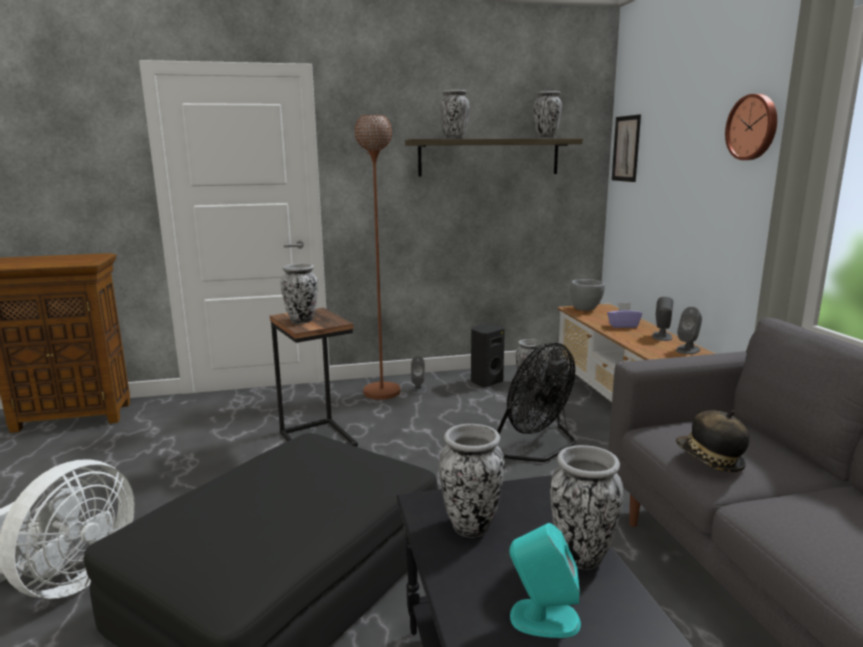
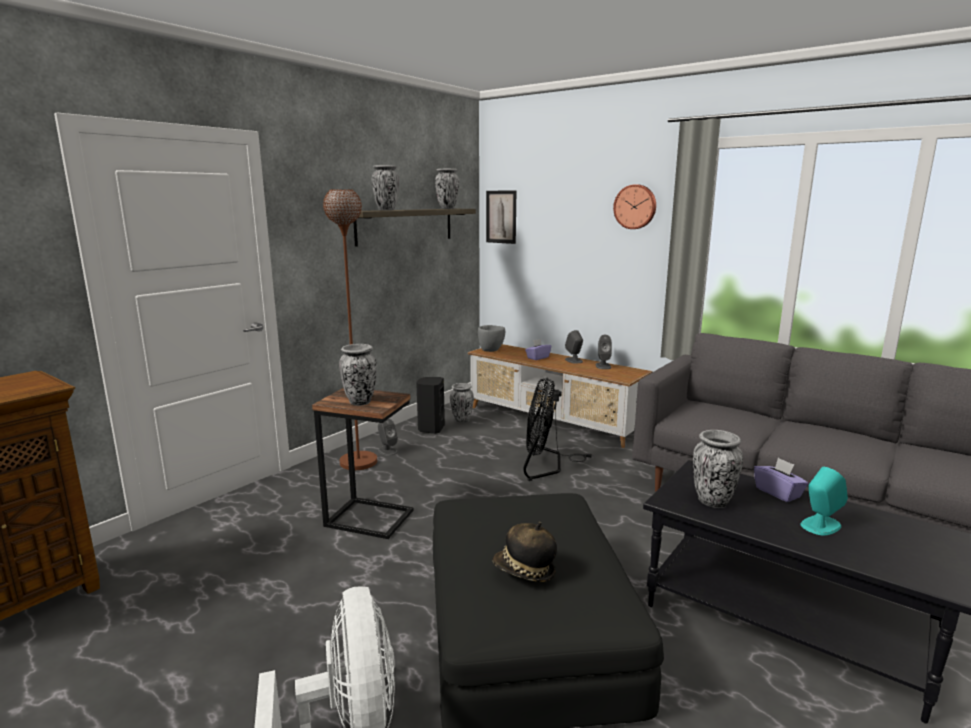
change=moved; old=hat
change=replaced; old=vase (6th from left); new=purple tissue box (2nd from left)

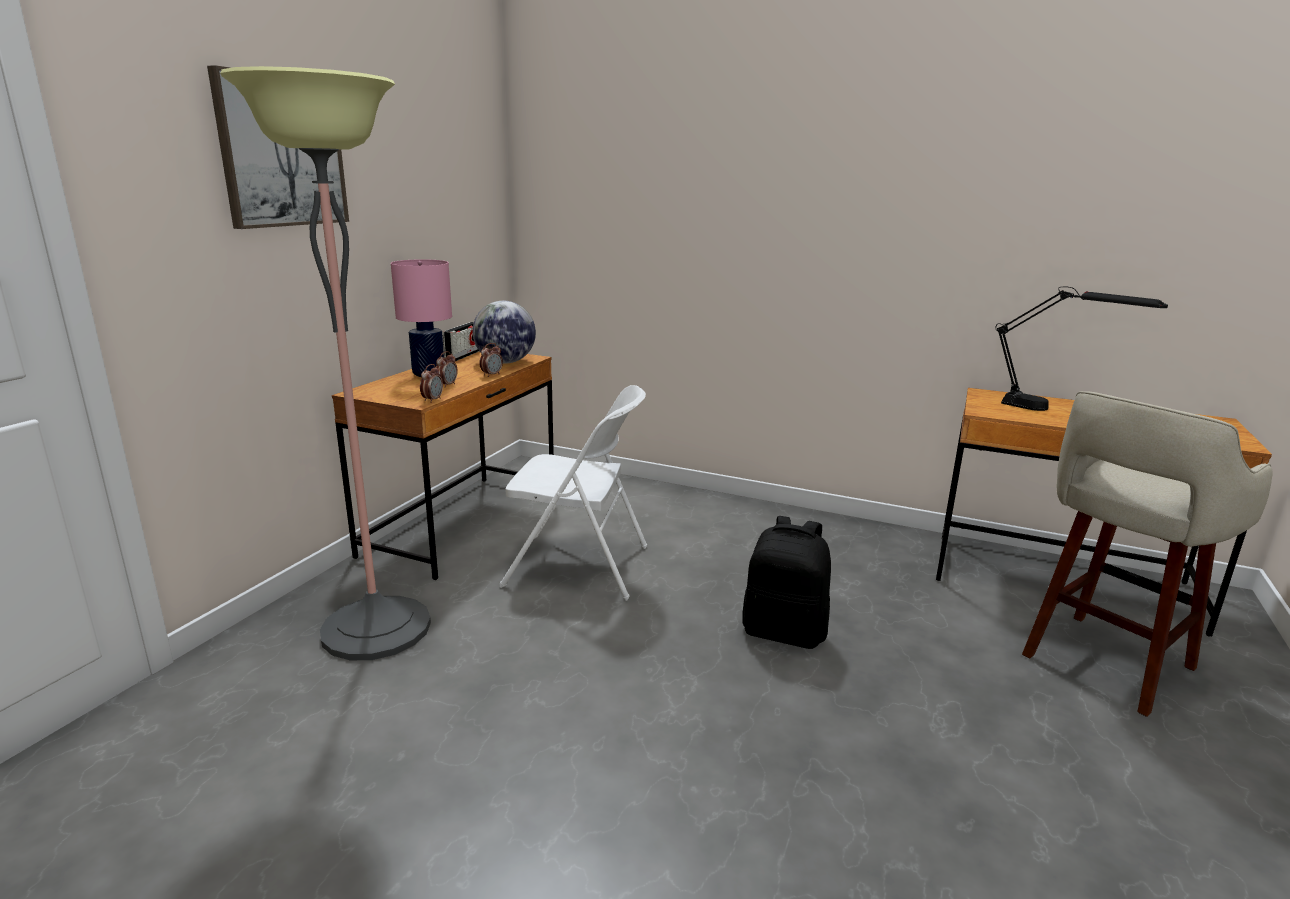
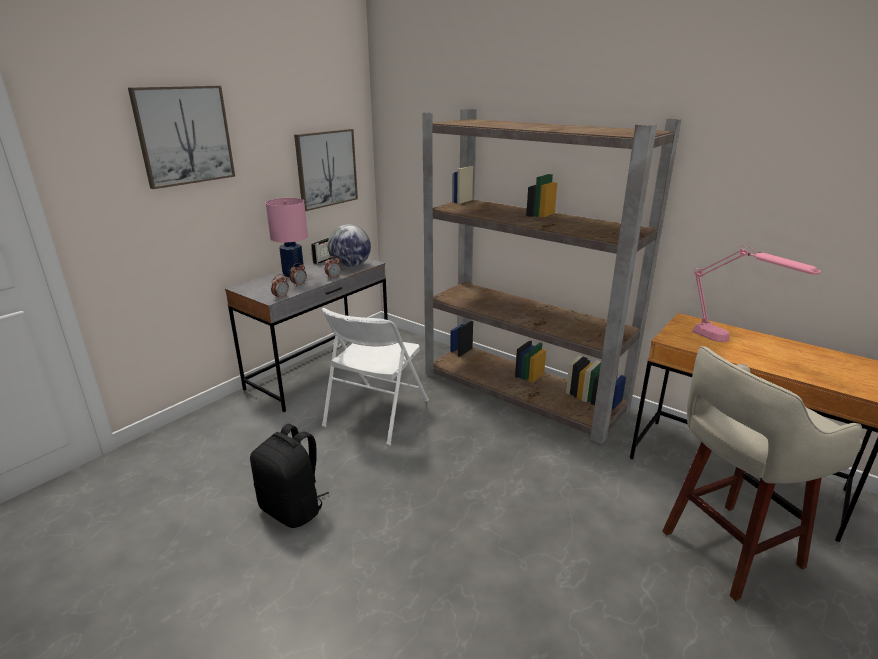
change=recoloured; old=brown desk (1st from left); new=grey desk
change=moved; old=black backpack
change=added; new=picture (2nd from left)
change=turned; old=white chair; degrees=90
change=added; new=brown bookcase
change=recoloured; old=black table lamp; new=pink table lamp (2nd from left)
change=removed; old=floor lamp

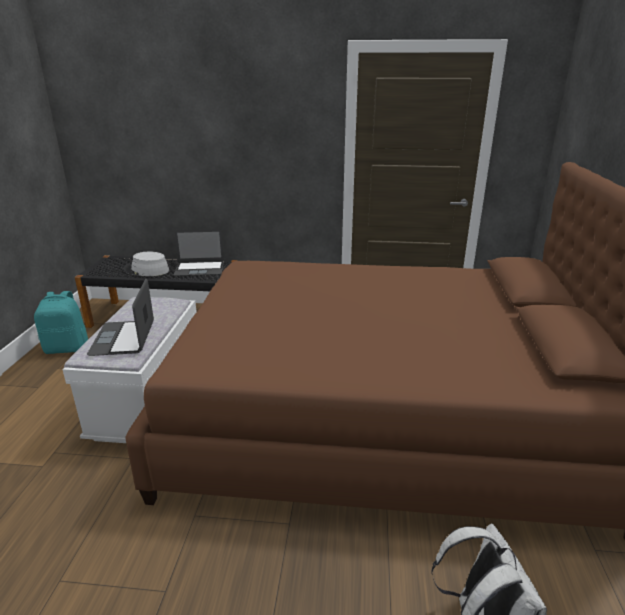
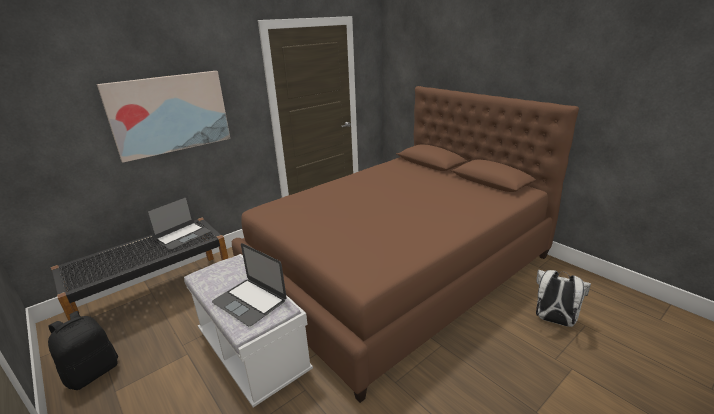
change=recoloured; old=turquoise backpack; new=black backpack
change=added; new=picture
change=removed; old=grey hat

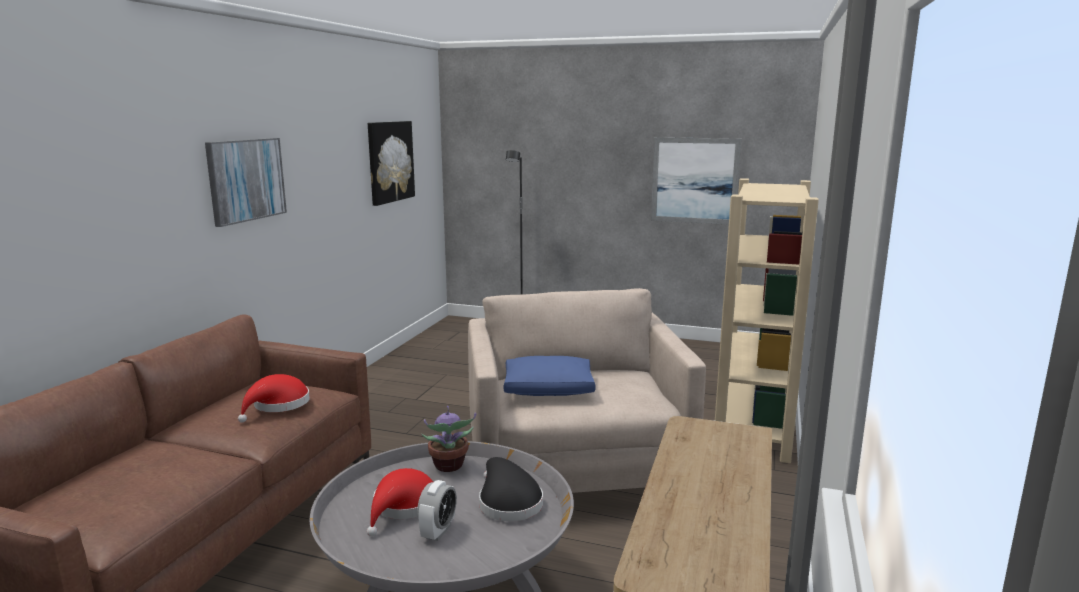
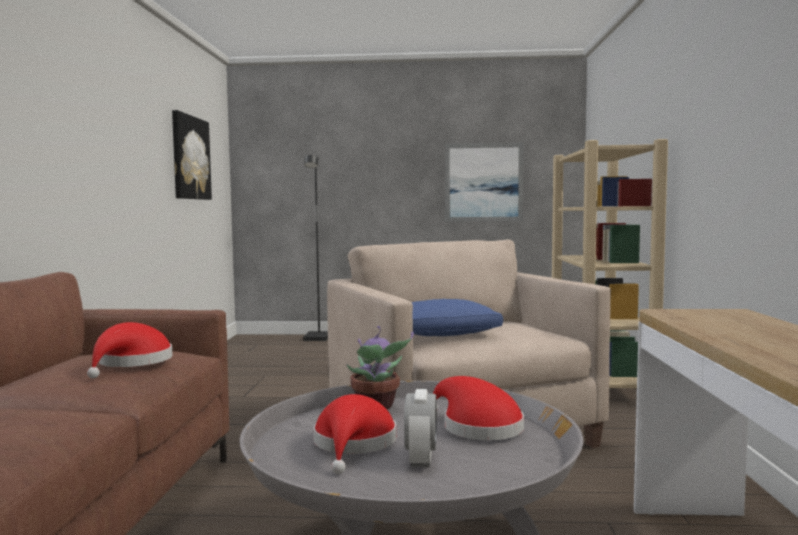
change=recoloured; old=black hat; new=red hat (3rd from left)
change=removed; old=picture (1st from left)

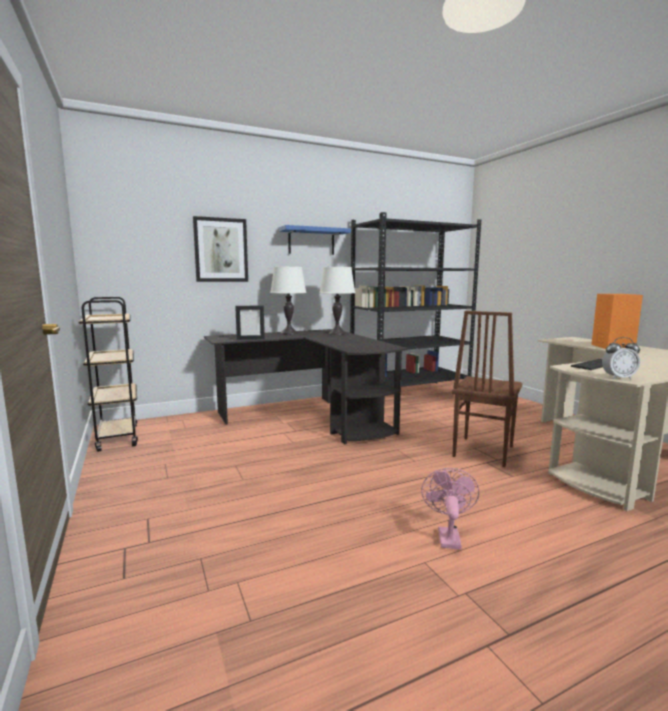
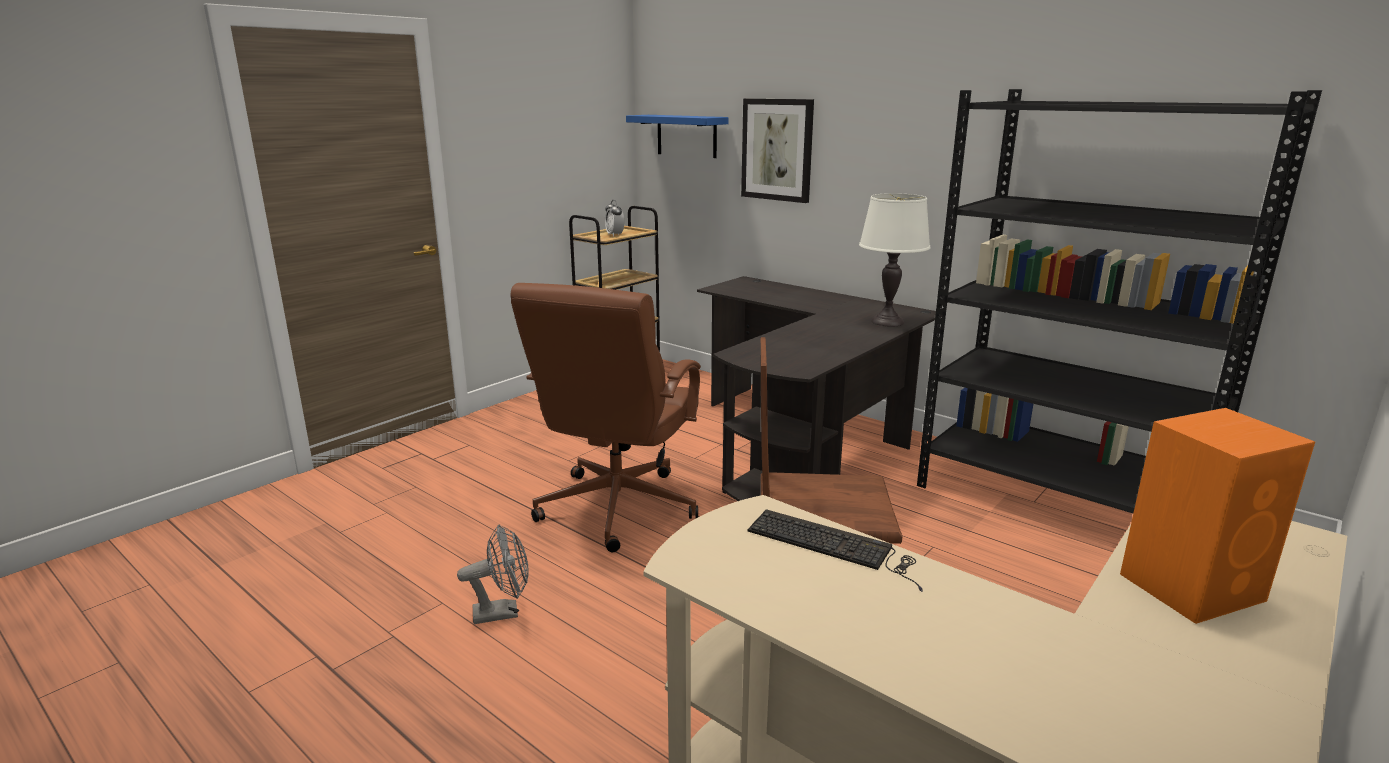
change=recoloured; old=pink fan; new=grey fan
change=added; new=brown office chair
change=moved; old=alarm clock
change=moved; old=blue shelf
change=removed; old=picture frame
change=removed; old=white table lamp (1st from left)

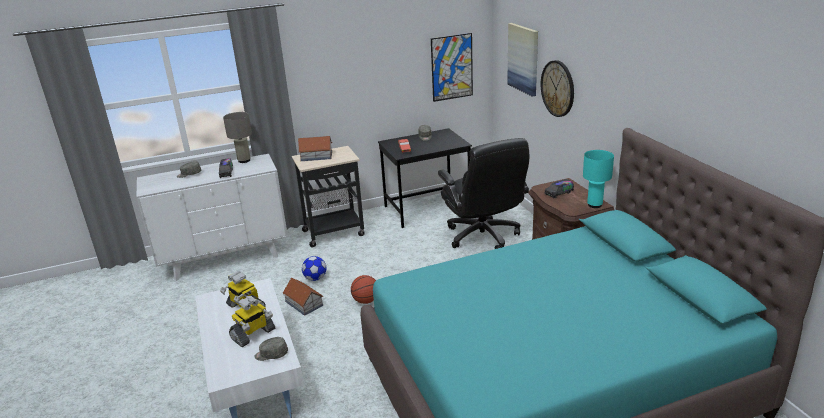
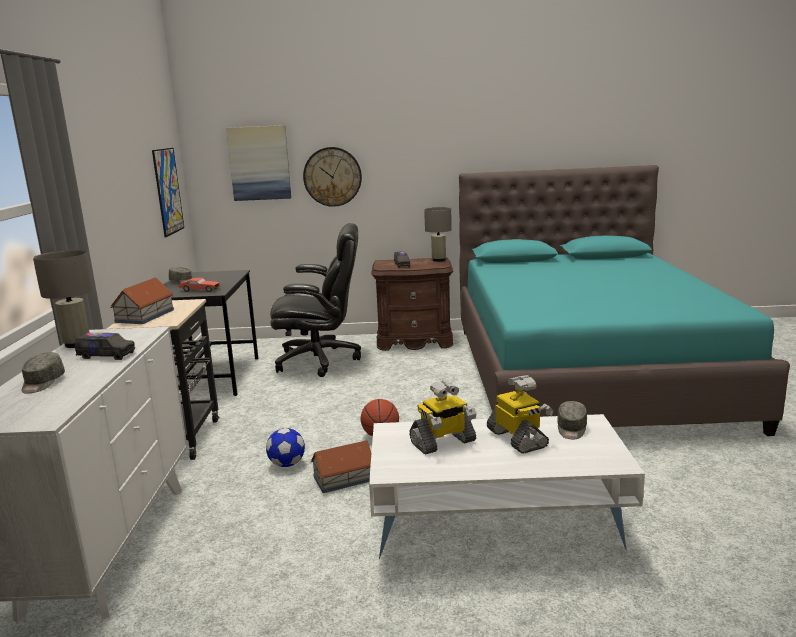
change=recoloured; old=turquoise table lamp; new=grey table lamp (2nd from left)

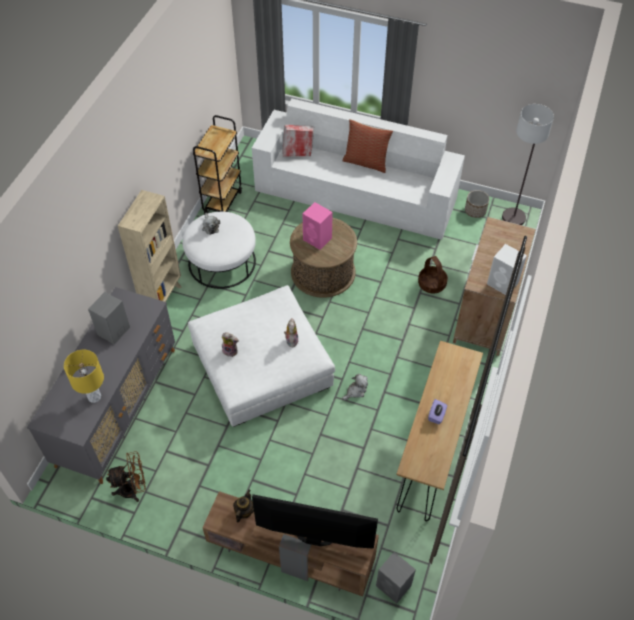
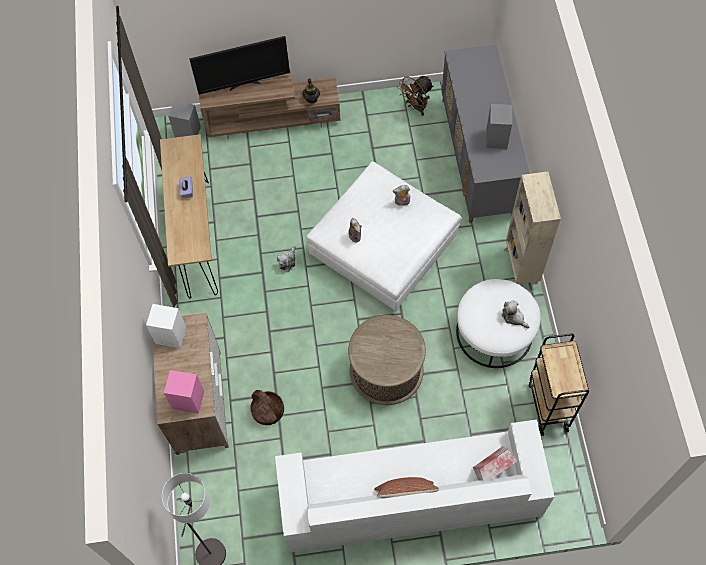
change=moved; old=pink speaker
change=removed; old=yellow table lamp
change=removed; old=planter

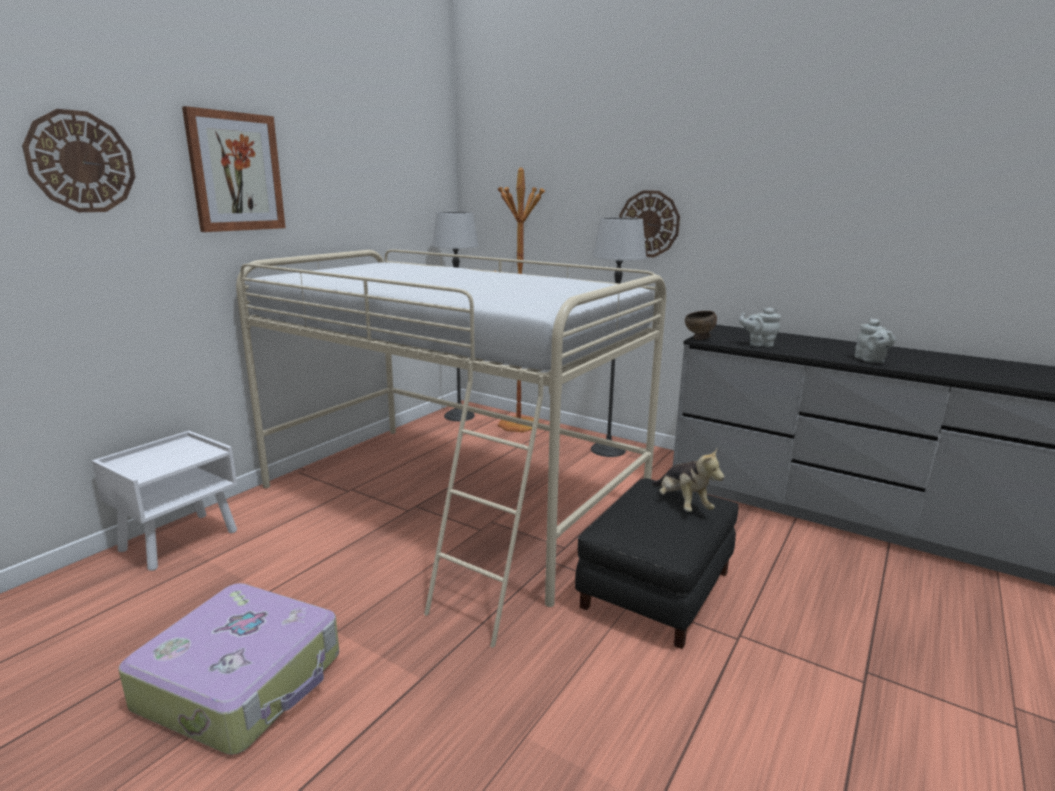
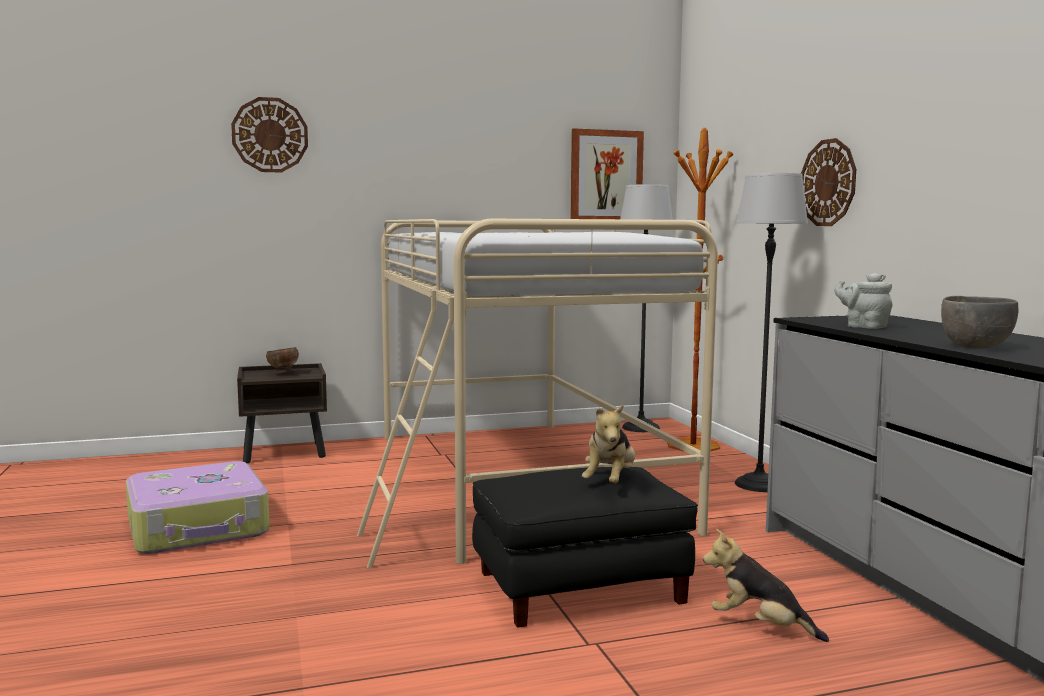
change=recoloured; old=white nightstand; new=brown nightstand
change=moved; old=brown bowl
change=moved; old=picture
change=added; new=plush toy (2nd from left)
change=replaced; old=grey teapot (2nd from left); new=grey bowl

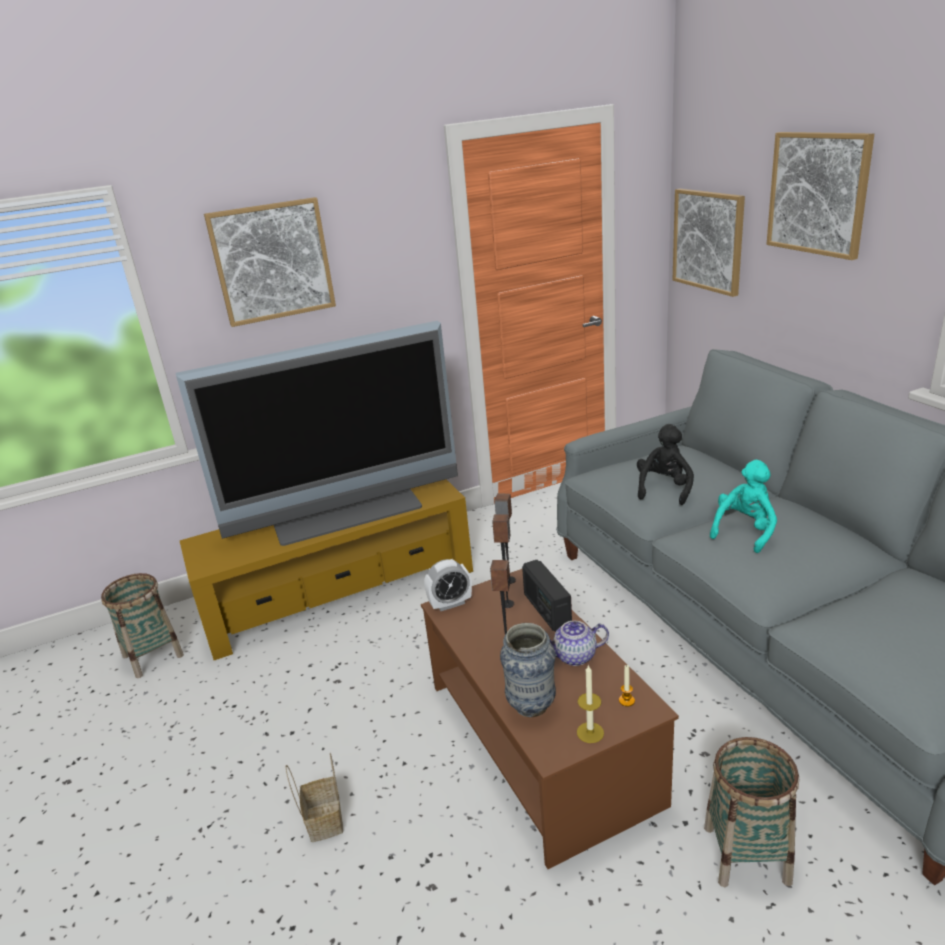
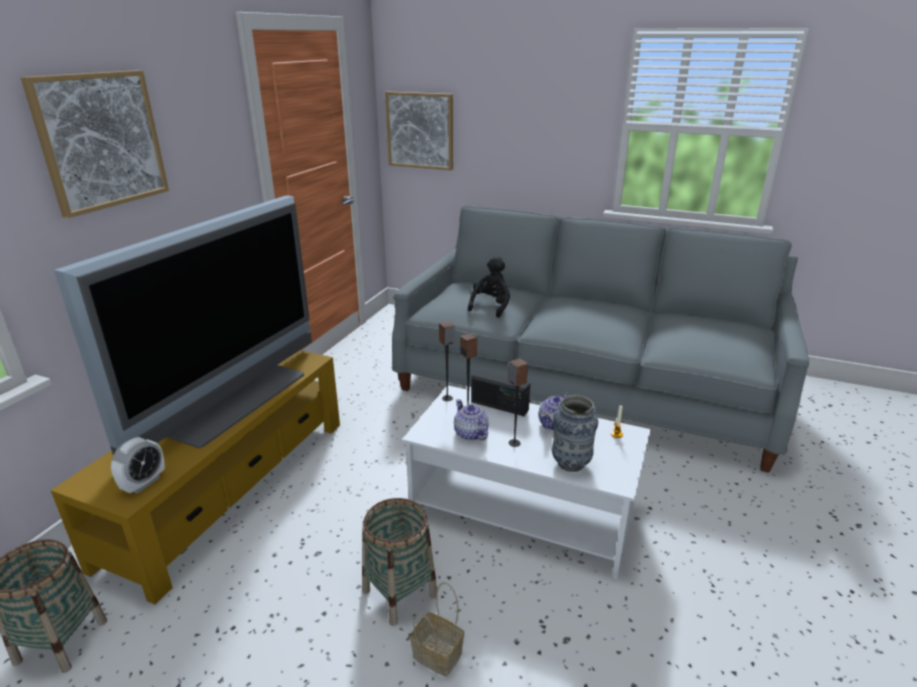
change=moved; old=alarm clock
change=moved; old=basket (3rd from left in the first image); new=basket (2nd from left)
change=recoloured; old=brown coffee table; new=white coffee table
change=added; new=teapot (1st from left)
change=turned; old=black plush toy; degrees=45
change=removed; old=candle (1st from left)
change=removed; old=turquoise plush toy
change=removed; old=picture (3rd from left)

